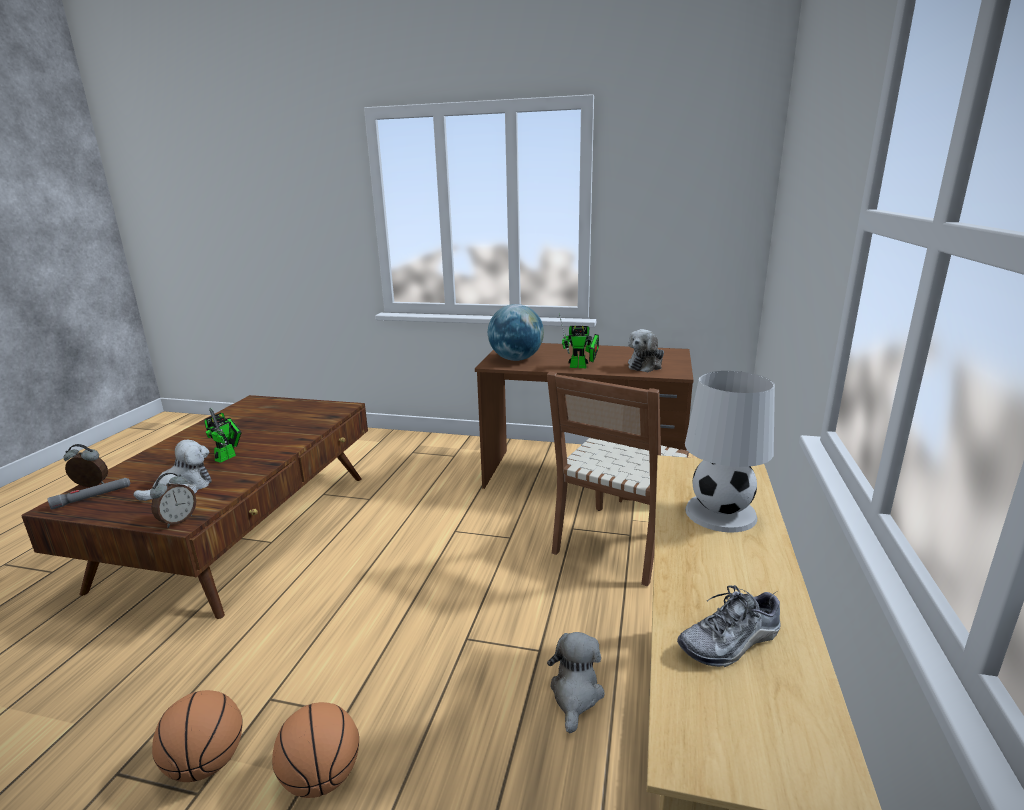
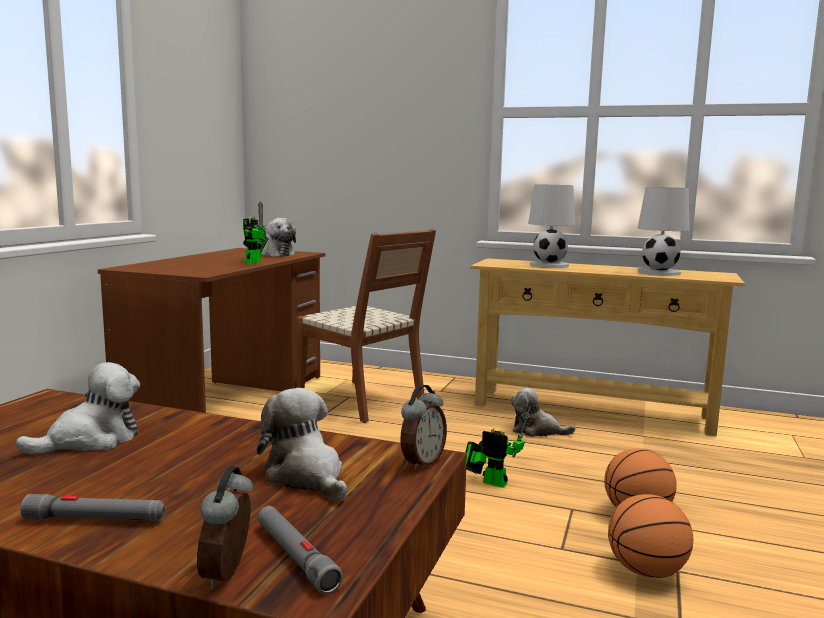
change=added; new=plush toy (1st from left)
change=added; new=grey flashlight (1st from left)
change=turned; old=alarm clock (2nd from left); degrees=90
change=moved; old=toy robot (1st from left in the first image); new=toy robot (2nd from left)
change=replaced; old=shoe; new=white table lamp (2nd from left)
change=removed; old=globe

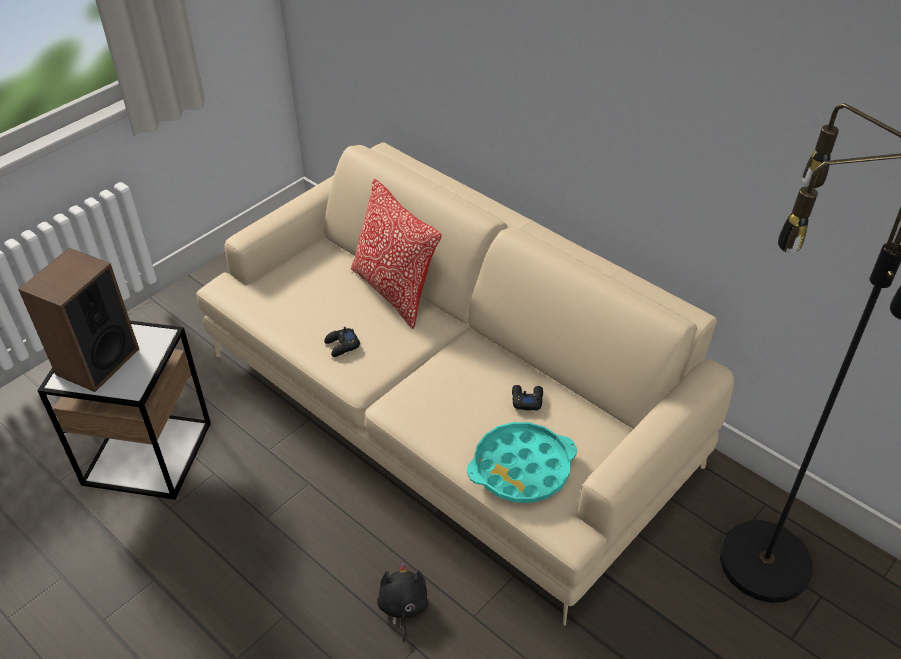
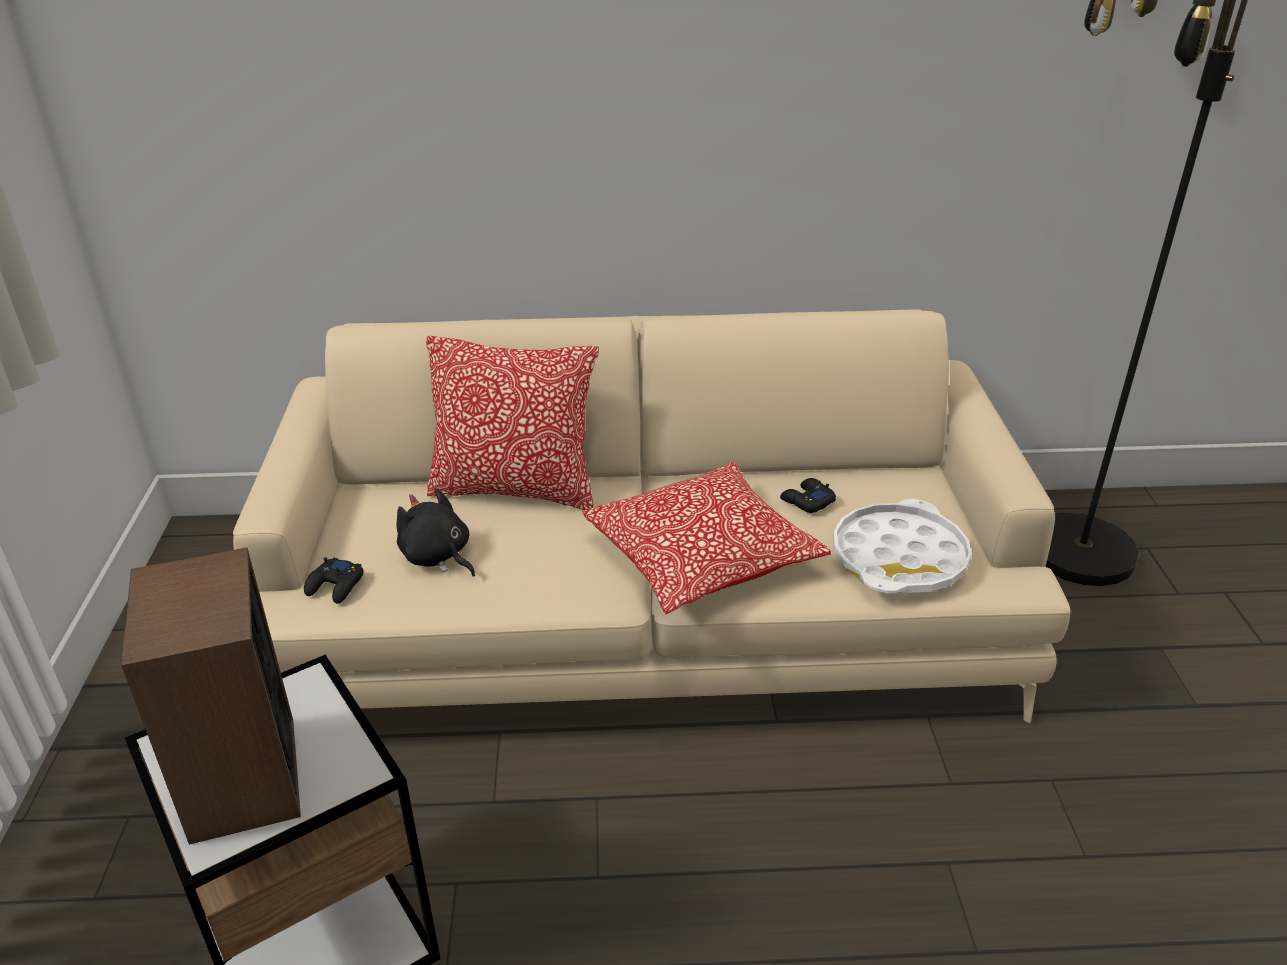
change=moved; old=black game controller (1st from left)
change=moved; old=black plush toy
change=added; new=pillow (2nd from left)
change=recoloured; old=turquoise tray; new=white tray

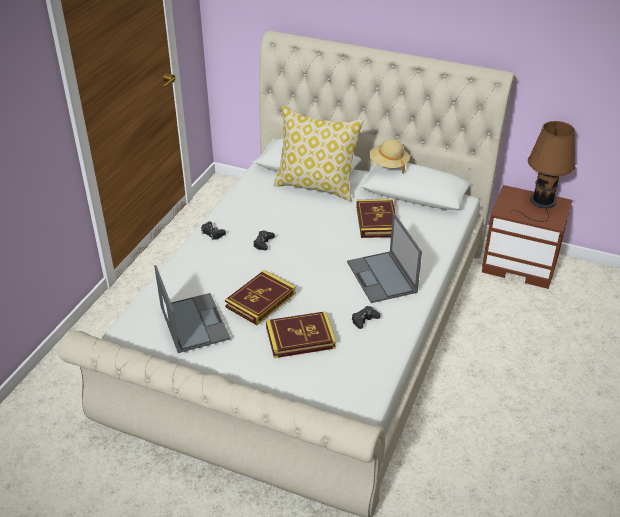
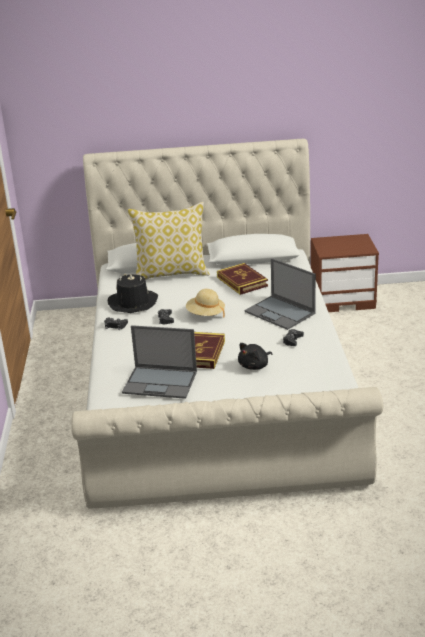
change=added; new=black hat
change=turned; old=laptop (1st from left); degrees=150
change=moved; old=beige hat
change=replaced; old=book (2nd from left); new=black plush toy
change=removed; old=brown table lamp

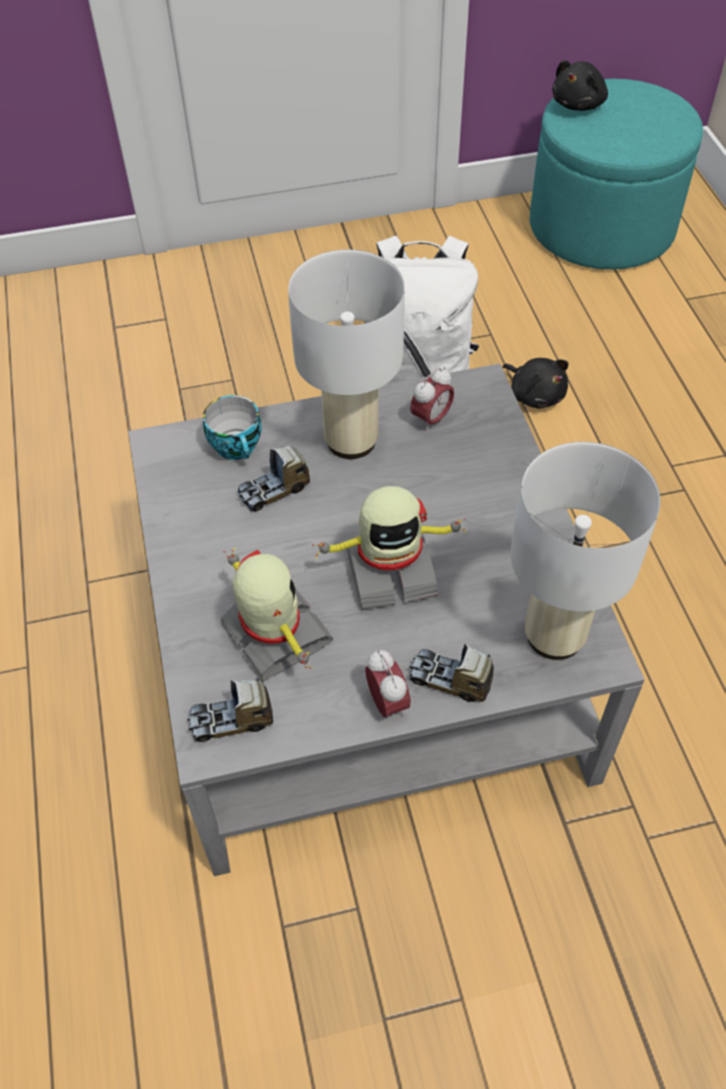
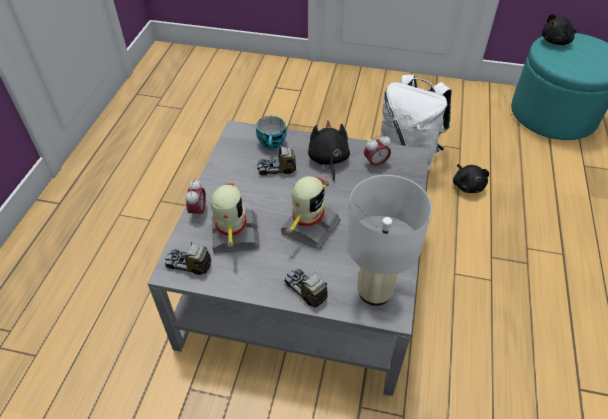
change=moved; old=alarm clock (1st from left)
change=turned; old=toy robot (2nd from left); degrees=-75
change=replaced; old=white table lamp (1st from left); new=black plush toy (1st from left)

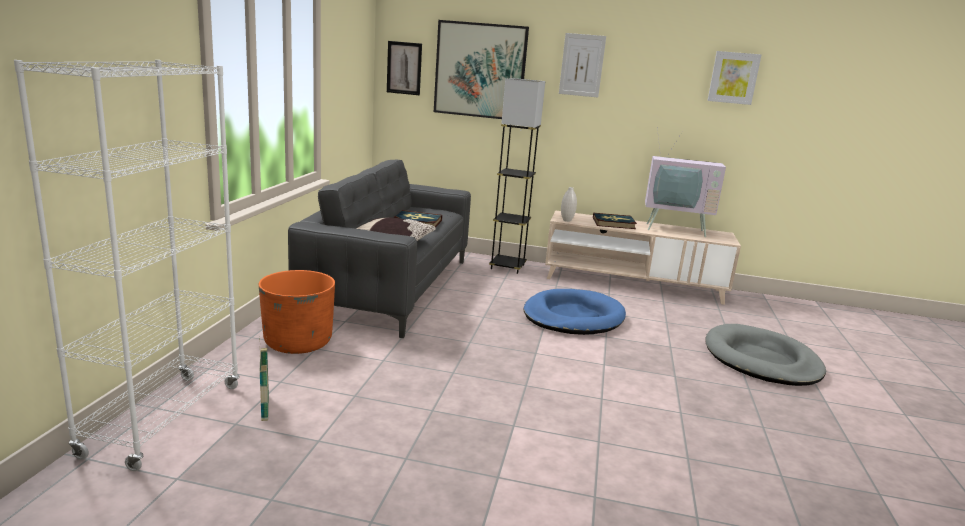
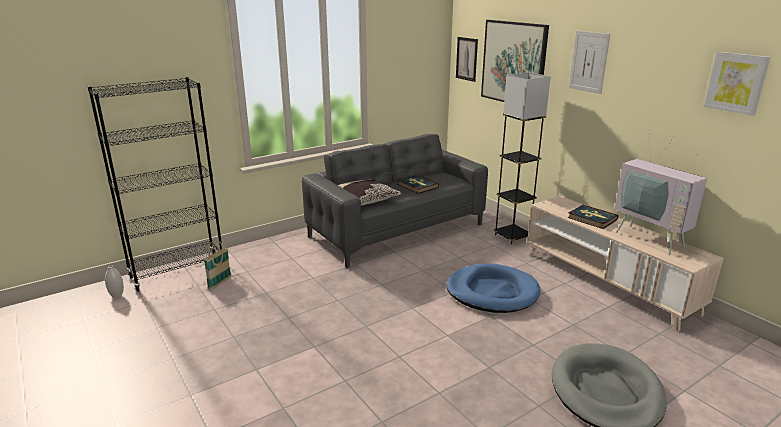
change=recoloured; old=white bookcase; new=black bookcase
change=moved; old=white vase
change=removed; old=orange planter

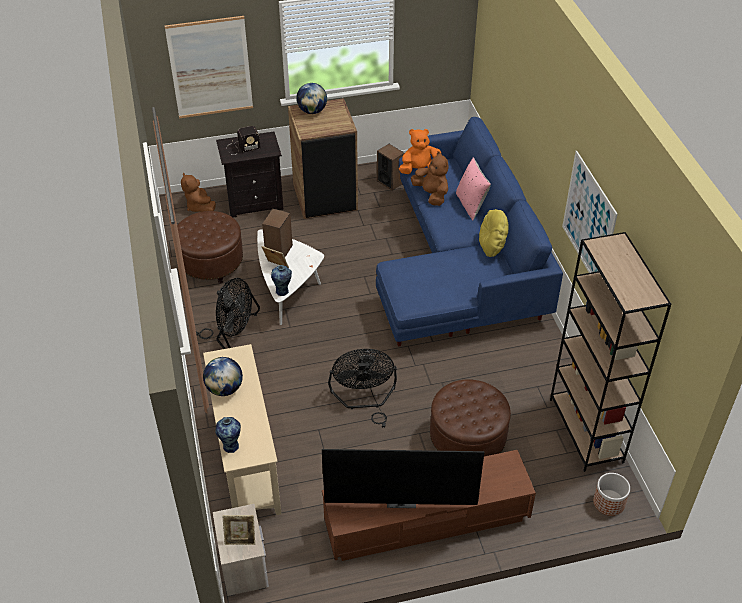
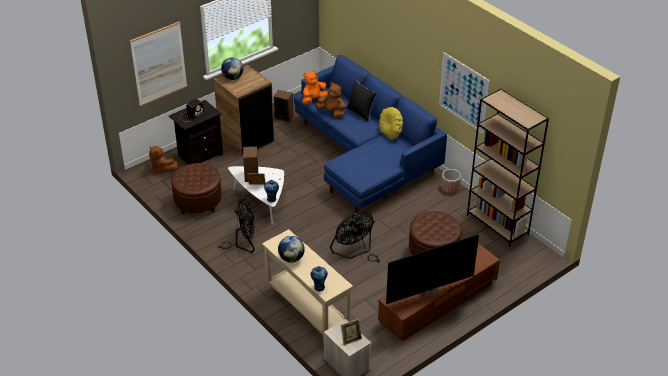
change=recoloured; old=pink pillow; new=black pillow
change=moved; old=planter

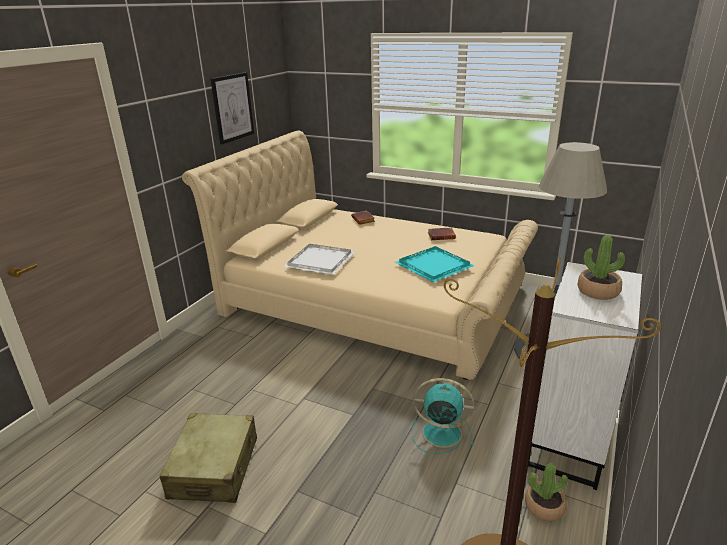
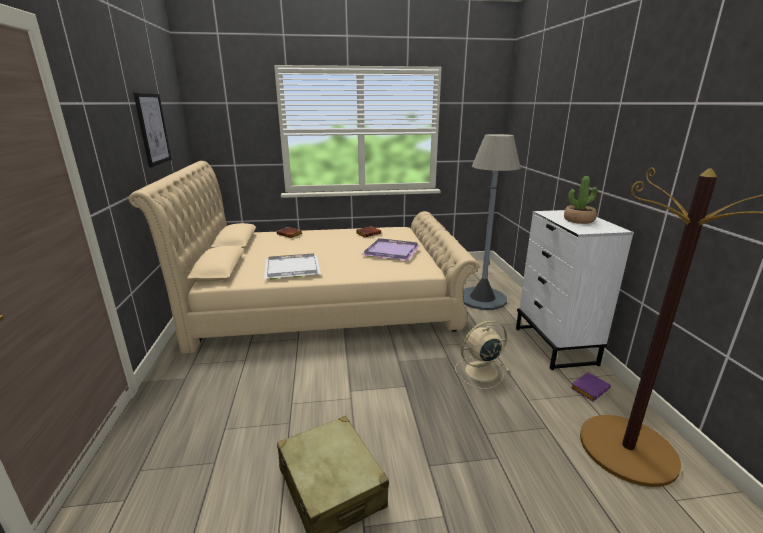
change=recoloured; old=turquoise tray; new=purple tray
change=recoloured; old=turquoise fan; new=beige fan
change=replaced; old=potted plant (1st from left); new=purple book

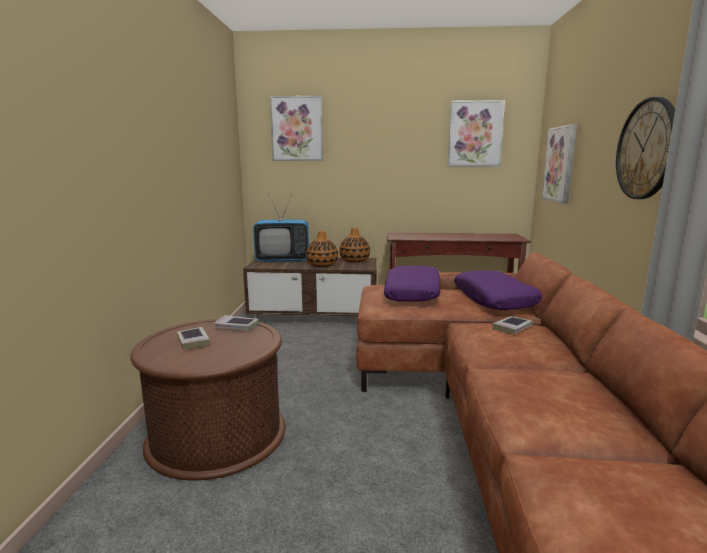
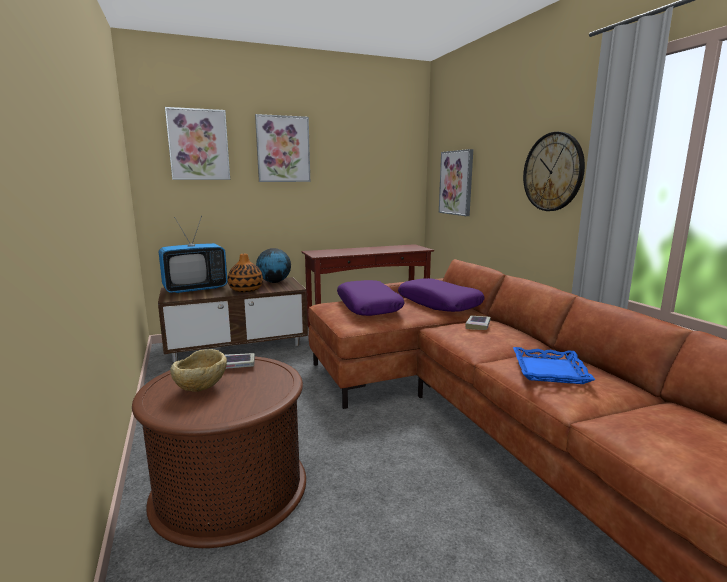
change=replaced; old=book (1st from left); new=beige bowl
change=moved; old=picture (2nd from left)
change=replaced; old=vase (2nd from left); new=globe
change=added; new=blue tray

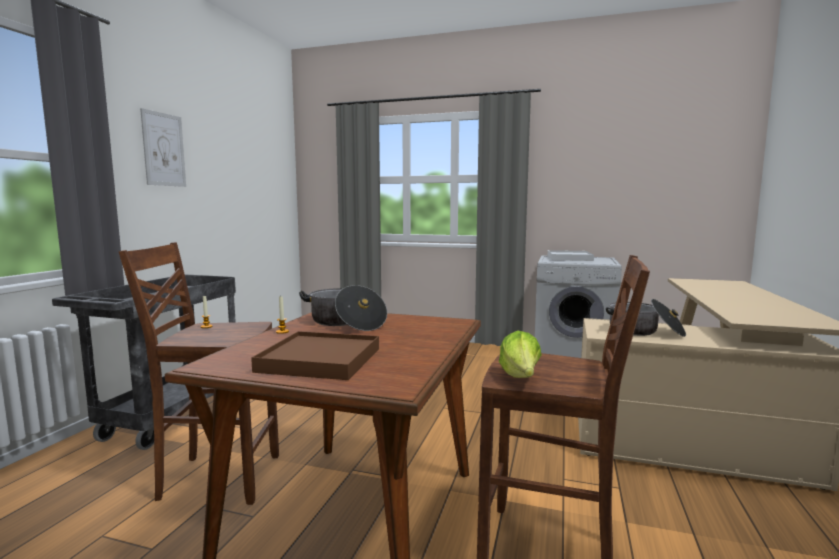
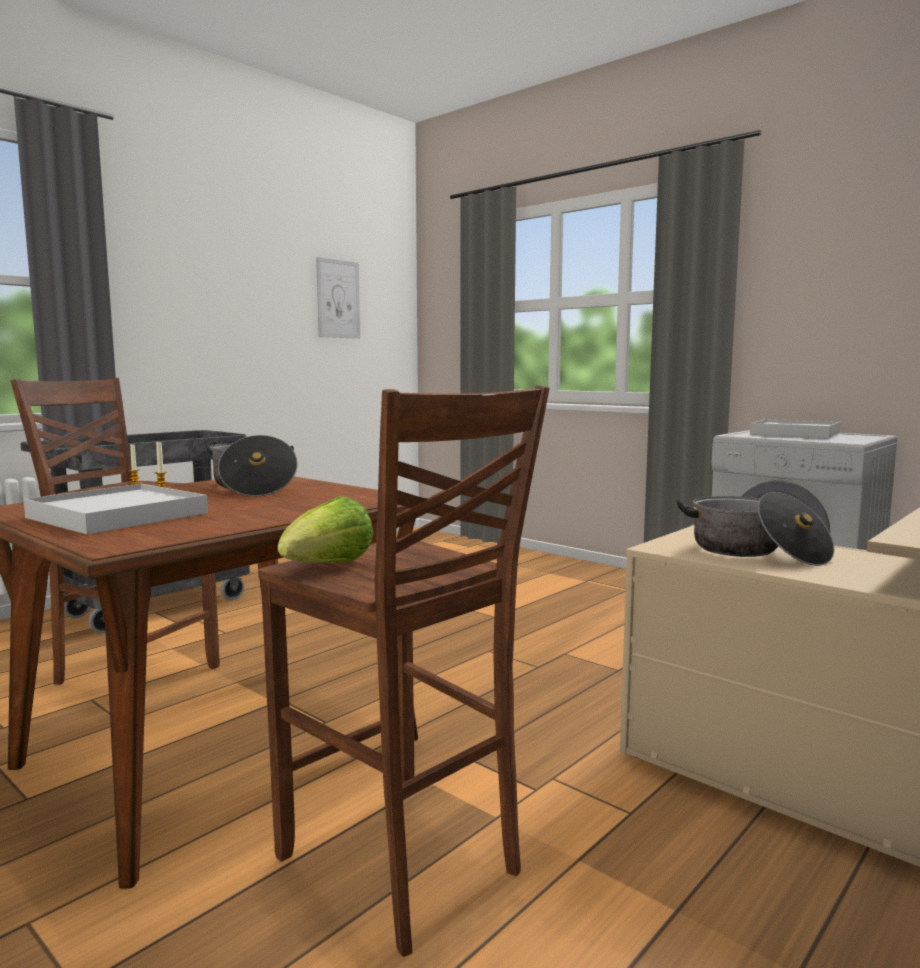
change=recoloured; old=brown tray; new=white tray (1st from left)
change=moved; old=picture

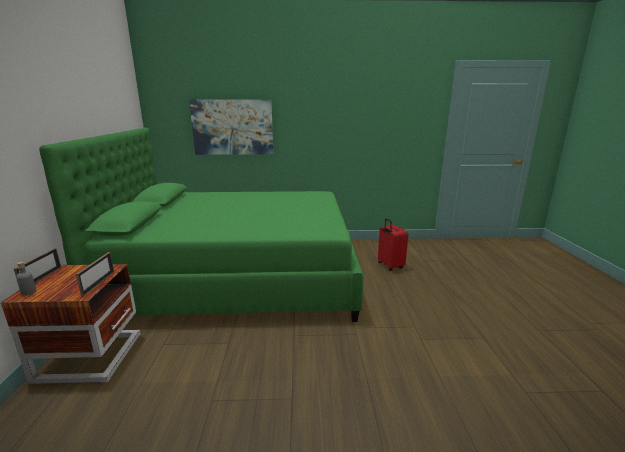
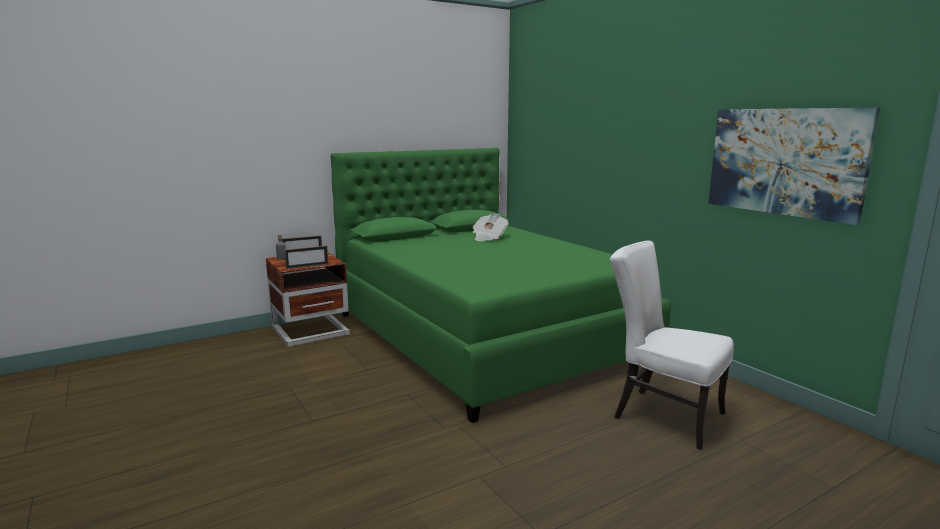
change=added; new=newspaper
change=replaced; old=red suitcase; new=white chair
change=moved; old=picture

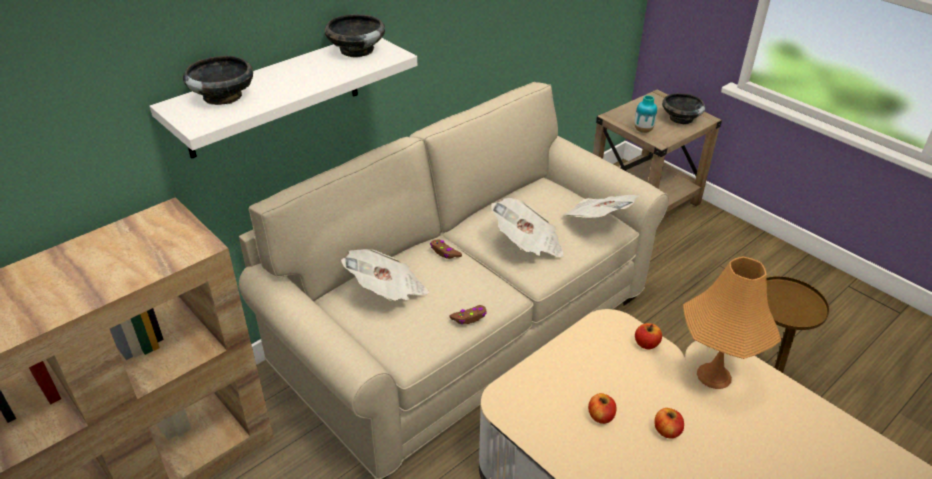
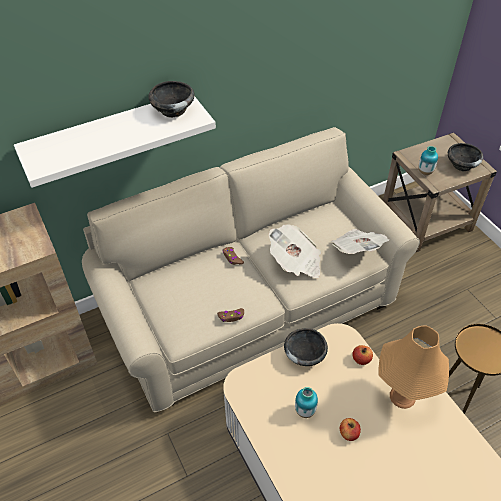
change=moved; old=black bowl (1st from left in the first image); new=black bowl (2nd from left)
change=replaced; old=apple (1st from left); new=vase (1st from left)
change=removed; old=newspaper (1st from left)

